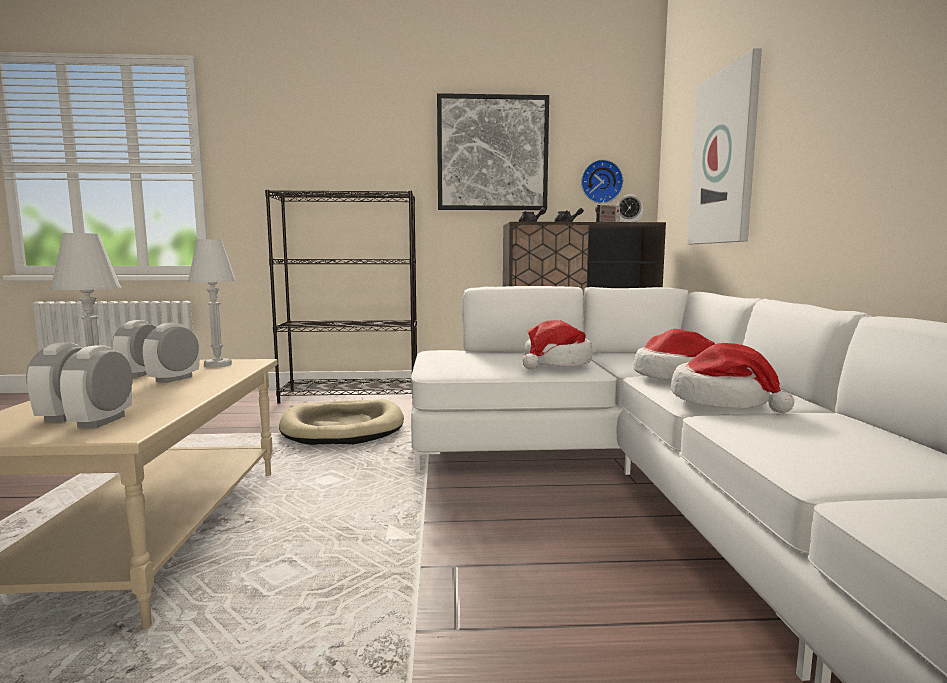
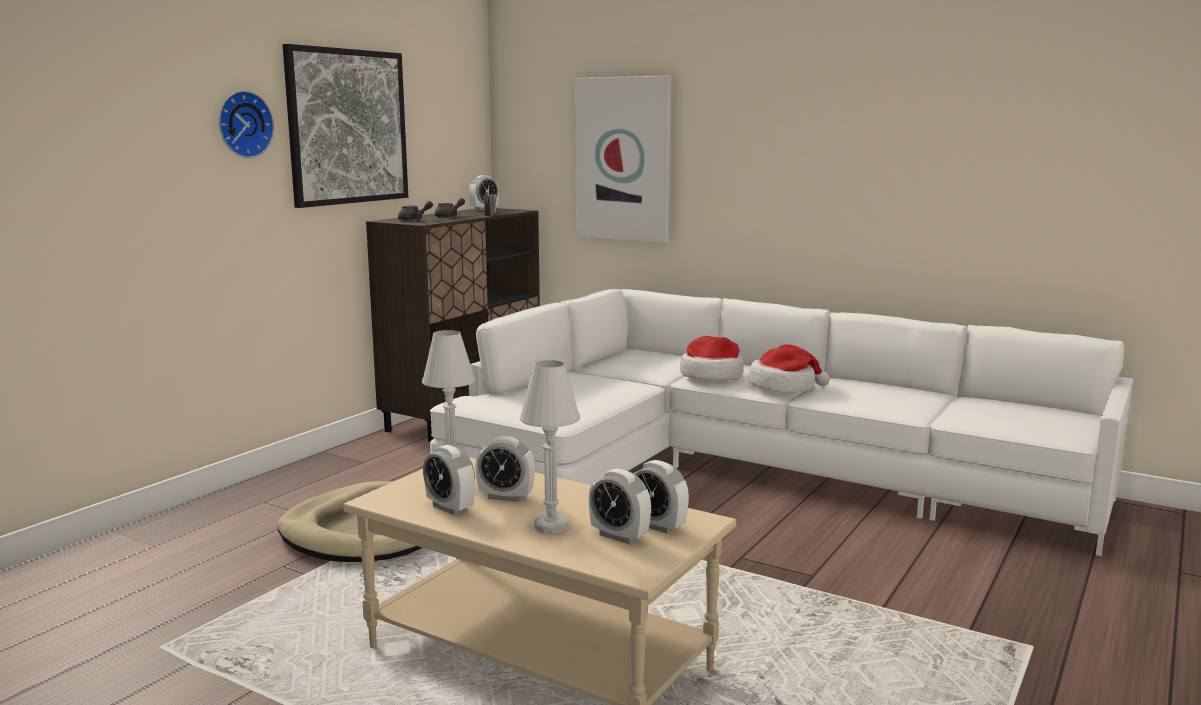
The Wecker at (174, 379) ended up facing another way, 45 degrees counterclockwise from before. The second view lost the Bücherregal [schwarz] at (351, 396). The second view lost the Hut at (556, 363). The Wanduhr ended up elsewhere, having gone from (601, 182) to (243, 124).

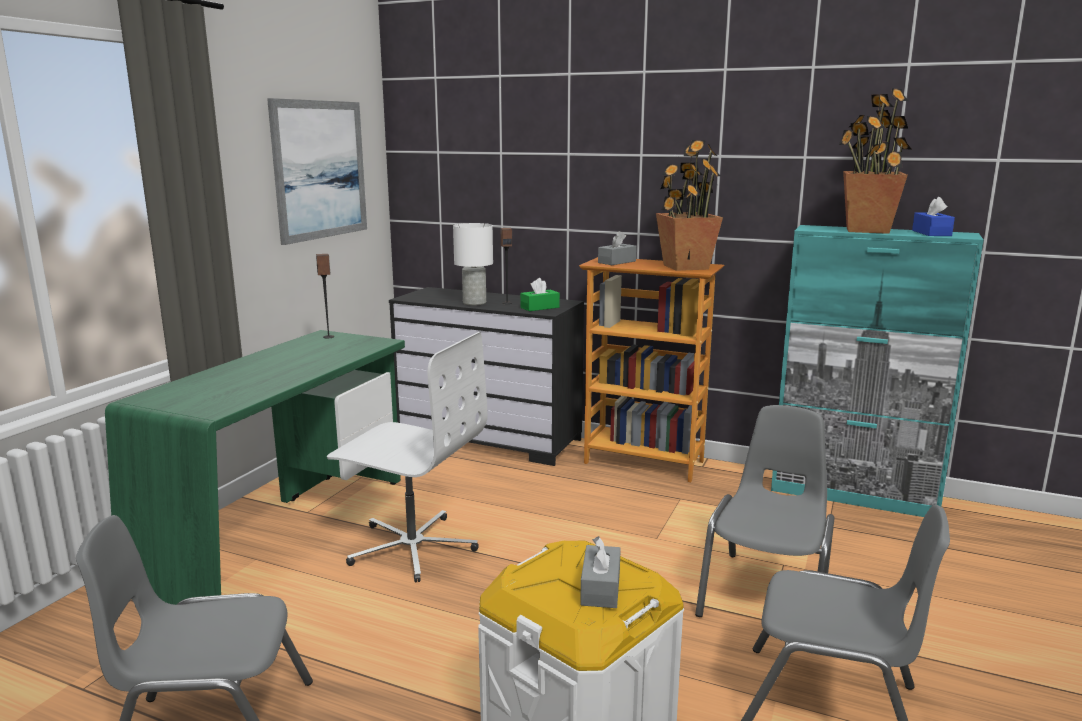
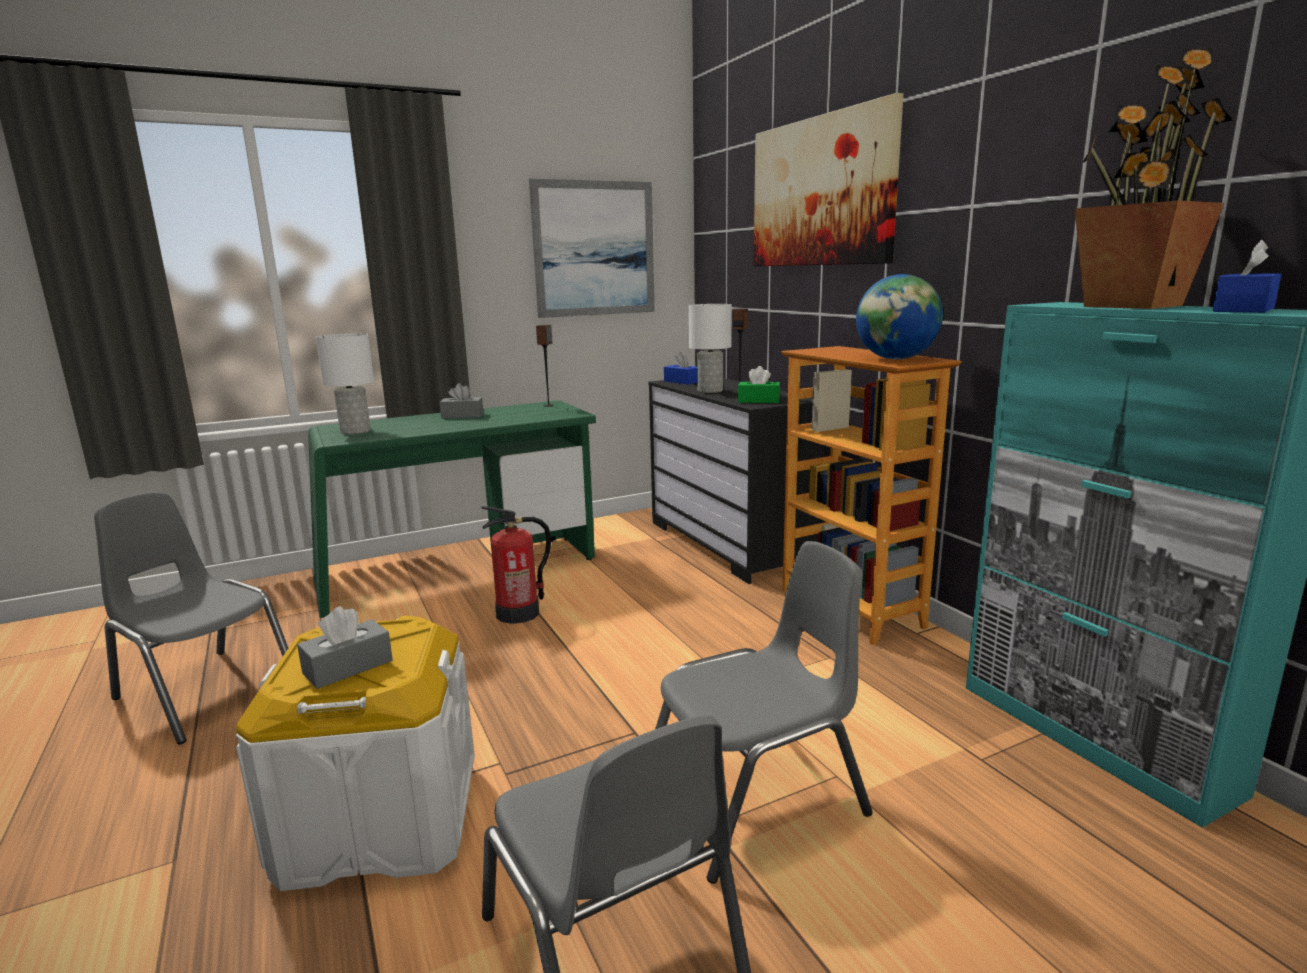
Where the Bürostuhl [weiß] stood at (412, 547), the Feuerlöscher came to stand at (519, 613). The Taschentuchbox [grau] ended up elsewhere, having gone from (617, 262) to (462, 416). Where the Topfpflanze stood at (685, 267), the Globus came to stand at (896, 359). The second view gained the Tischlampe [weiß] at (355, 431). The second view gained the Taschentuchbox [blau] at (682, 381). The second view gained the Bild at (821, 192).

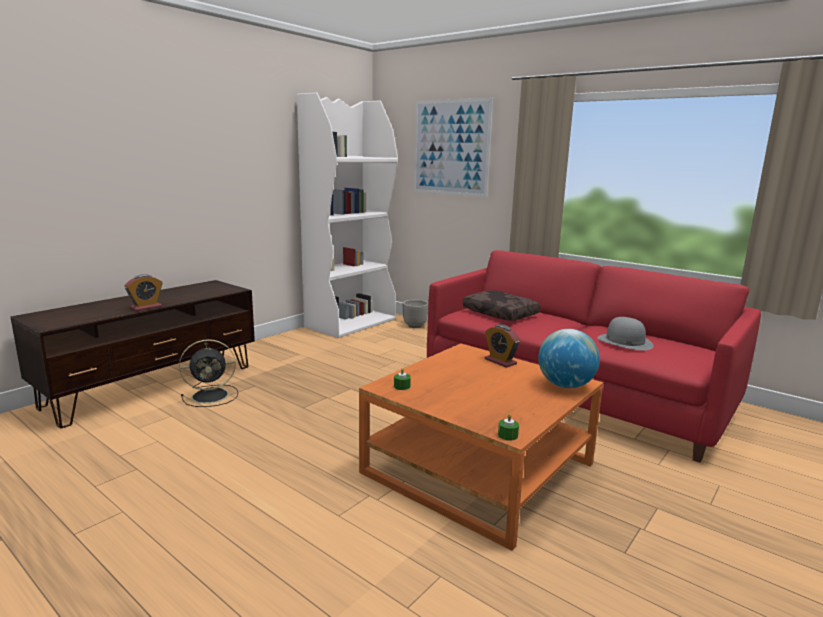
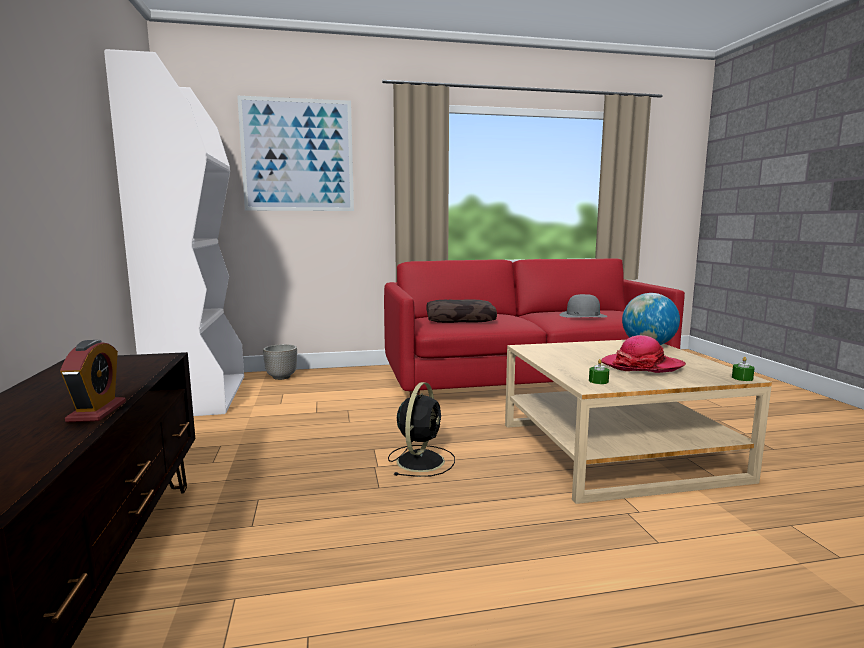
The Ventilator [schwarz] ended up elsewhere, having gone from (212, 396) to (421, 460). What was the Couchtisch [orange] at (478, 468) turned into the Couchtisch [beige] at (616, 450). The second view lost the Wecker at (500, 361). The second view gained the Hut at (642, 366).

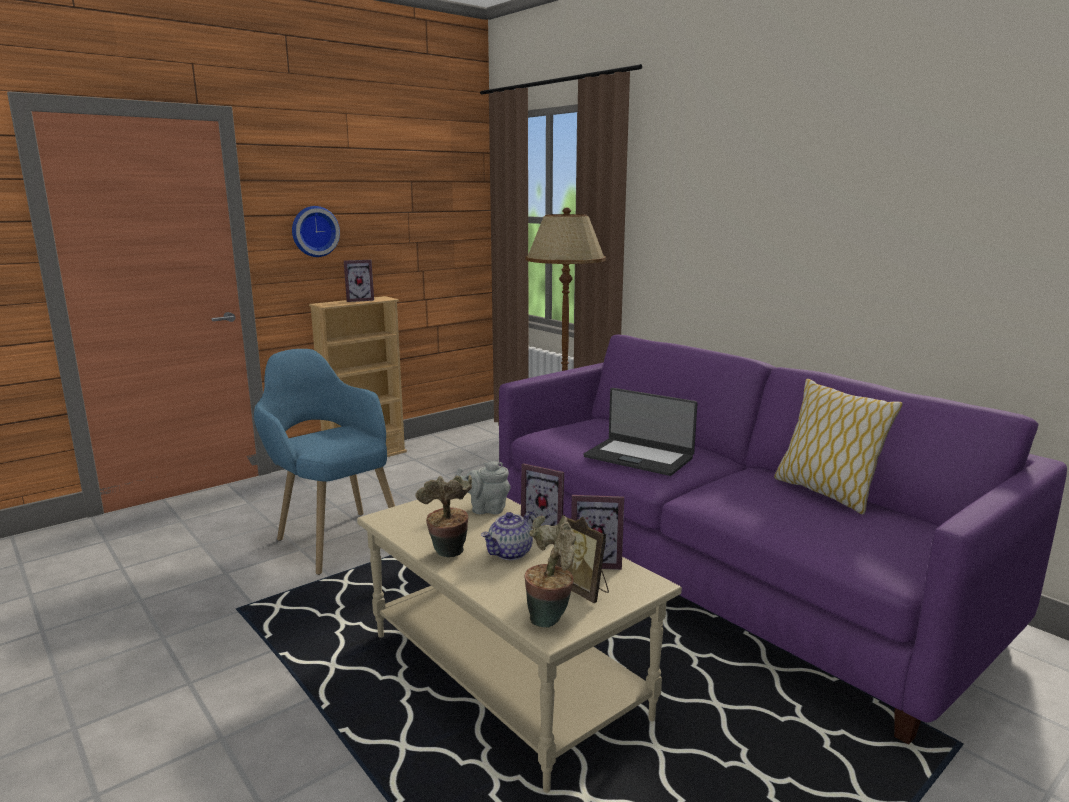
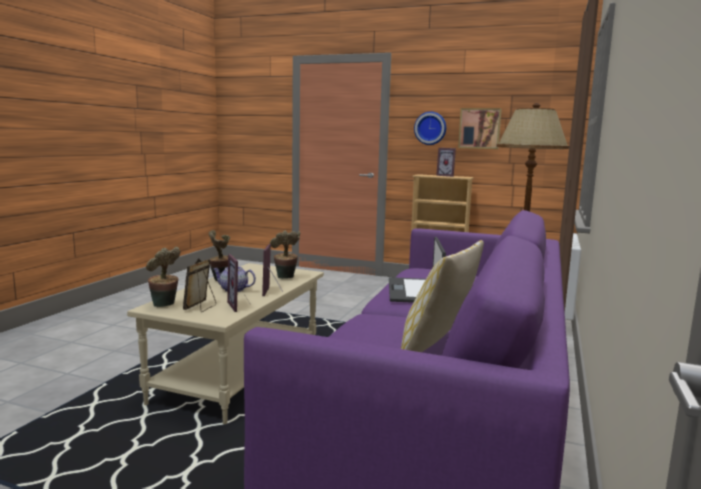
The second view lost the Sessel [blau] at (333, 536). Where the Teekanne [grau] stood at (485, 509), the Topfpflanze came to stand at (286, 278). The second view gained the Bild at (479, 128).

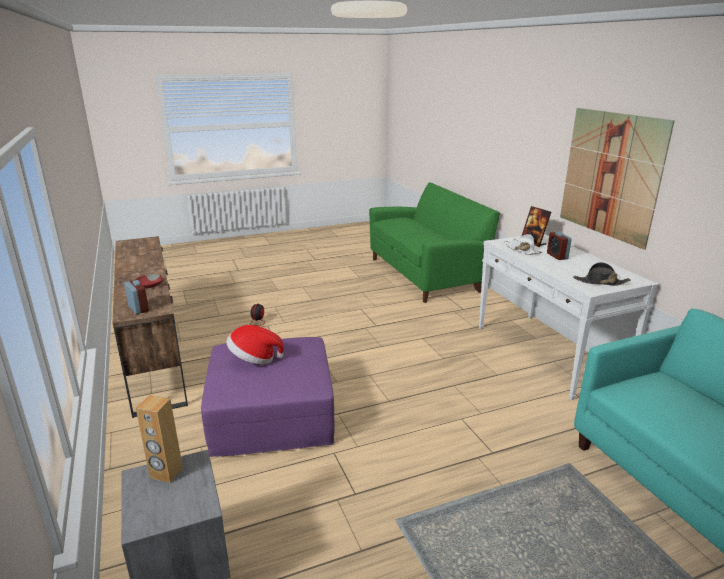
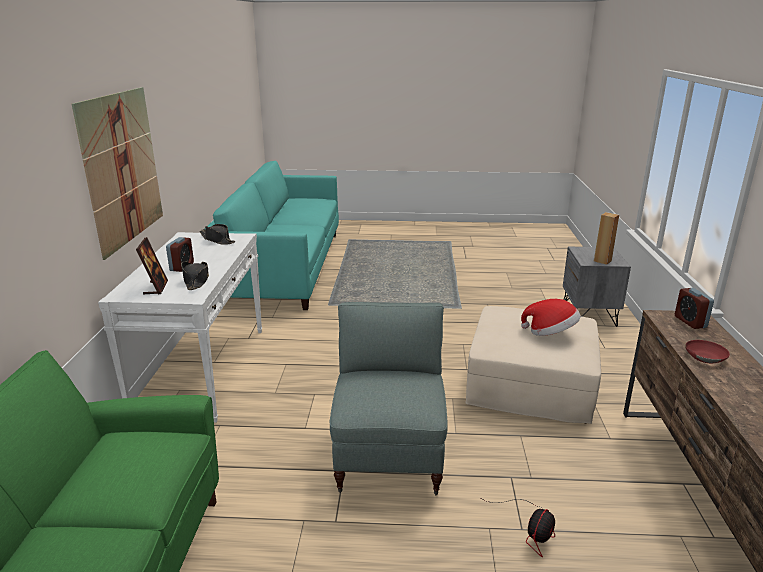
What was the Polsterhocker [lila] at (272, 413) turned into the Polsterhocker [beige] at (530, 383). What was the Hut [weiß] at (522, 250) turned into the Hut [schwarz] at (196, 280). The second view gained the Sessel [grau] at (389, 455).

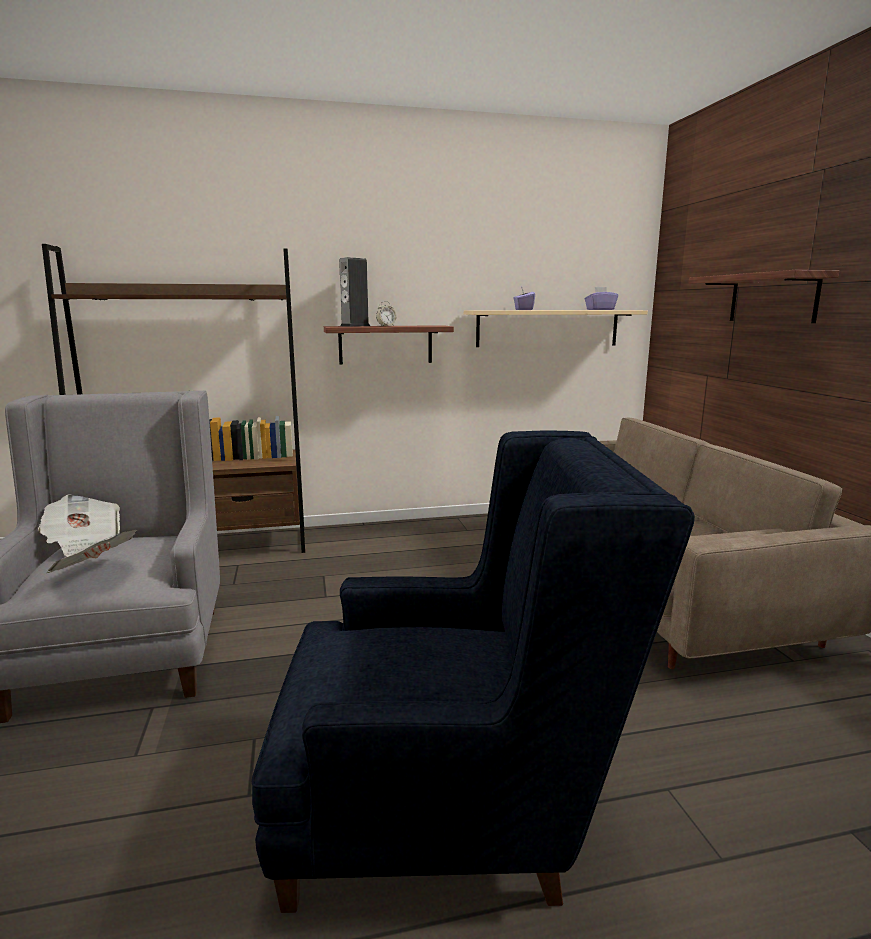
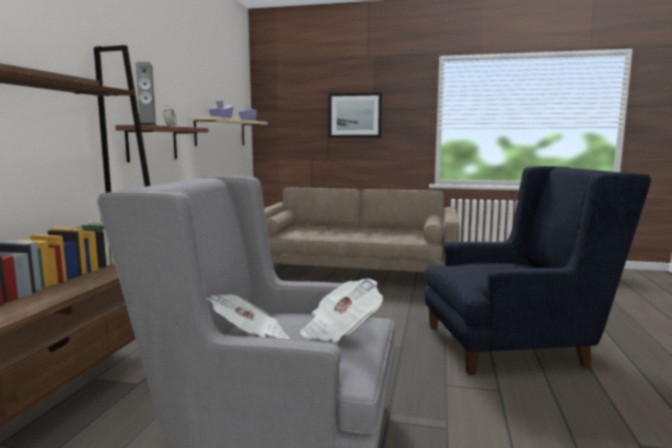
The Sessel [blau] at (450, 801) ended up facing another way, 60 degrees clockwise from before. Where the Wandregal hung at (772, 298), the Bild came to hang at (355, 115).

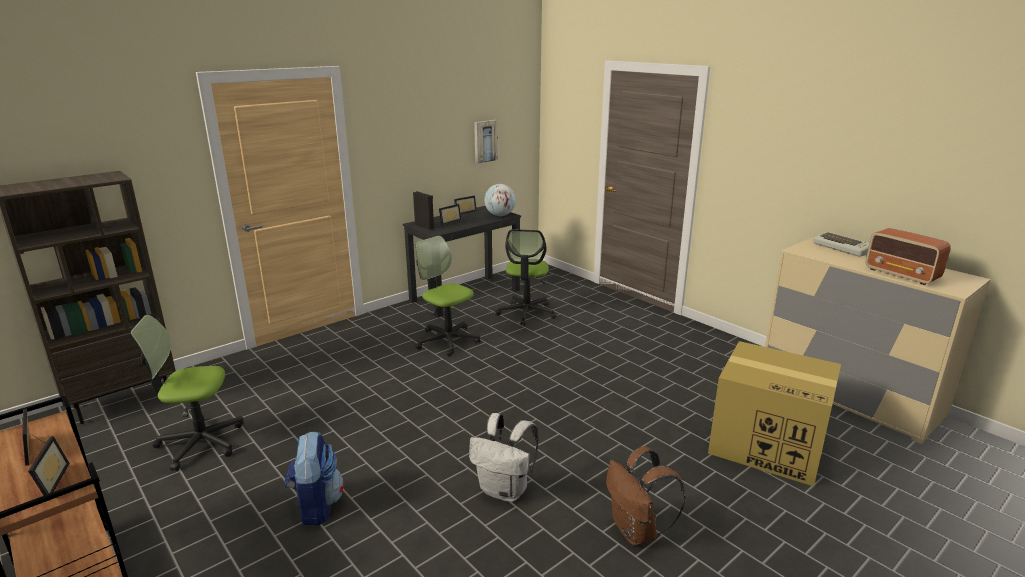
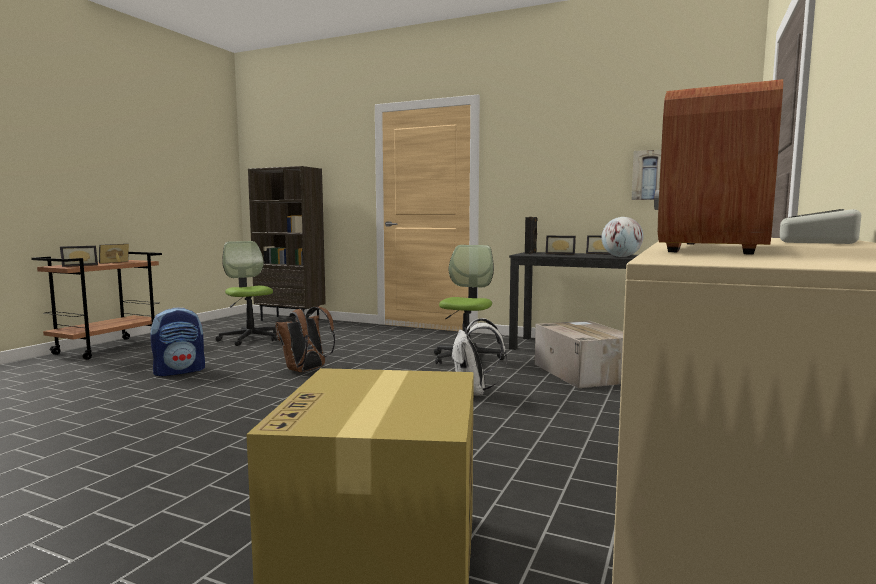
The Rucksack [weiß] ended up elsewhere, having gone from (505, 490) to (473, 393). Where the Bürostuhl stood at (526, 313), the Karton came to stand at (582, 372). The Rucksack [braun] ended up elsewhere, having gone from (637, 532) to (306, 370).

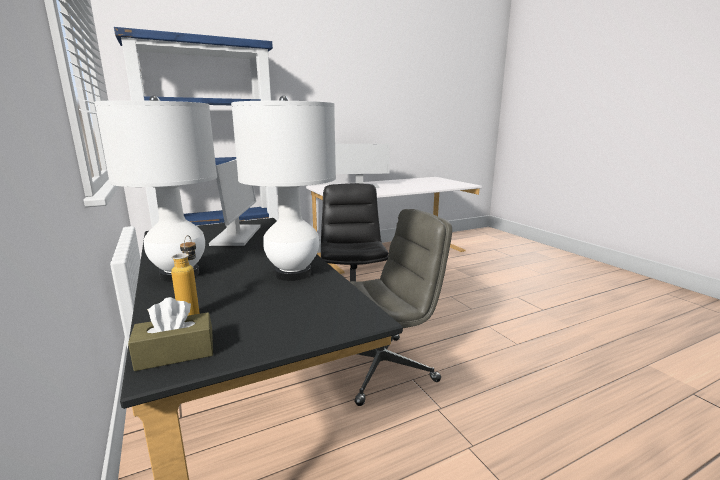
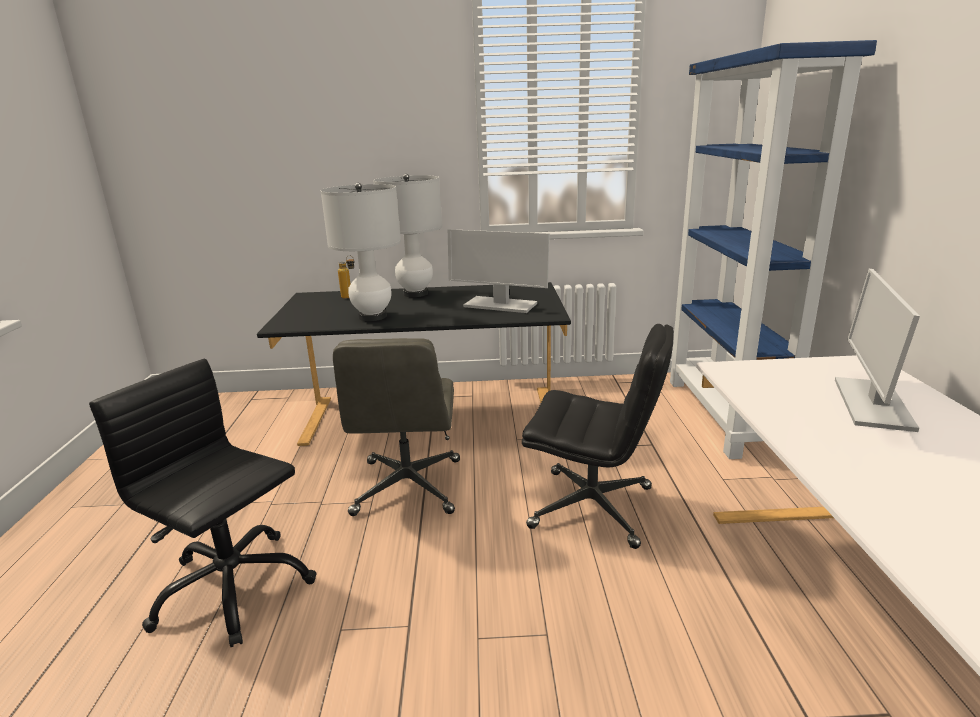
The second view lost the Taschentuchbox [braun] at (175, 353). The second view gained the Bürostuhl [schwarz] at (232, 588).

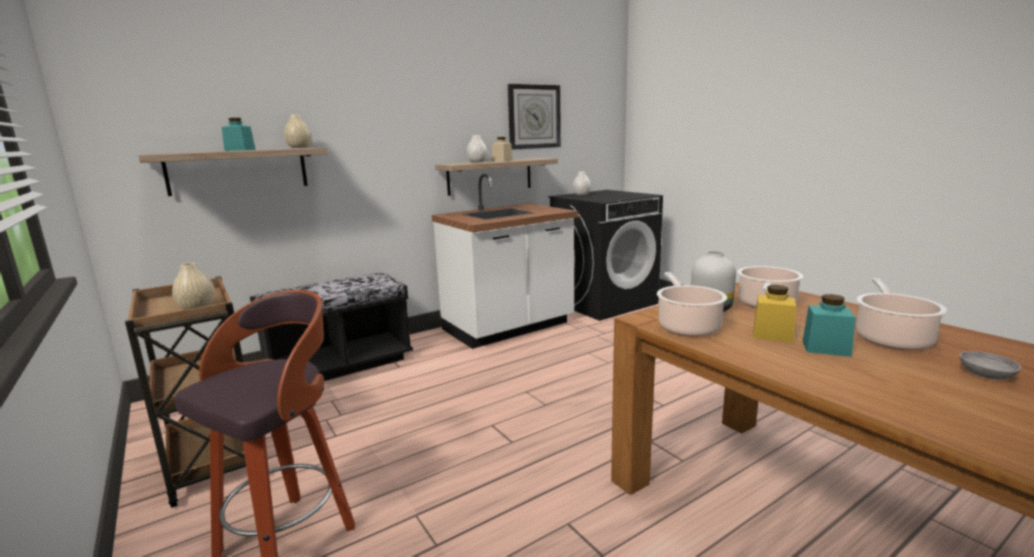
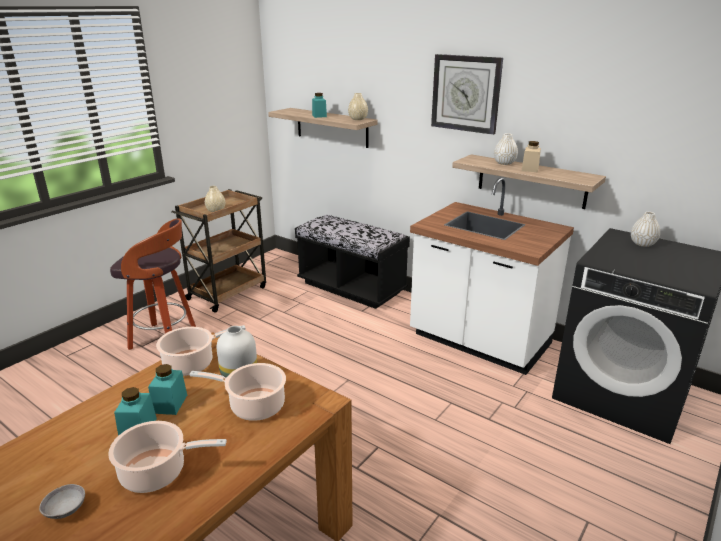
The Wanduhr ended up elsewhere, having gone from (534, 117) to (466, 93). What was the Vorratsglas [gelb] at (772, 335) turned into the Vorratsglas [türkis] at (170, 404).

